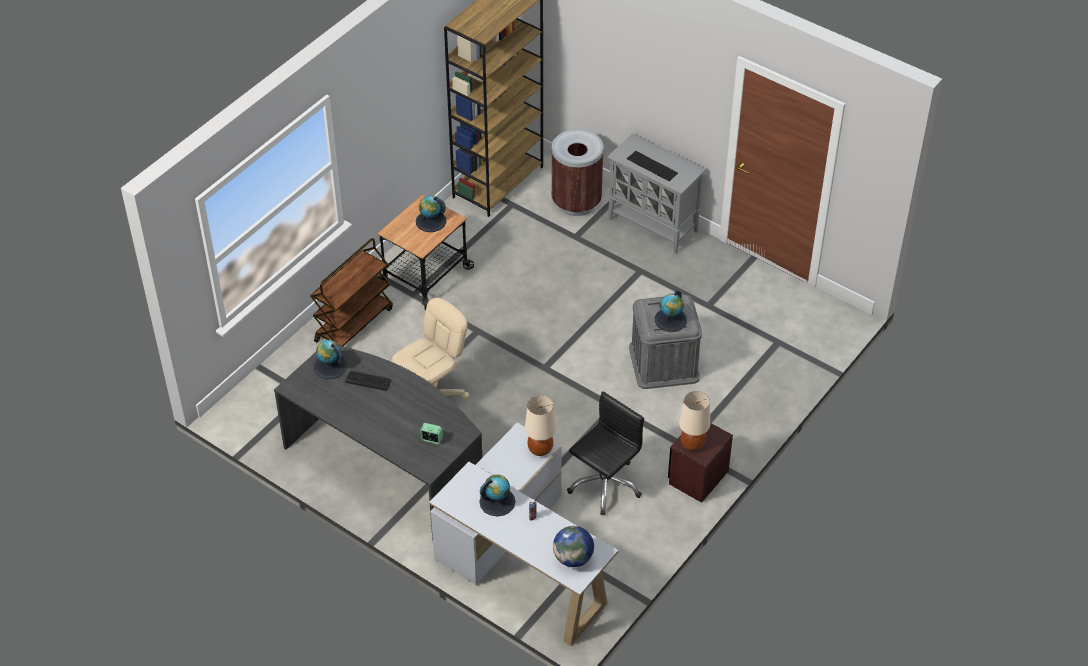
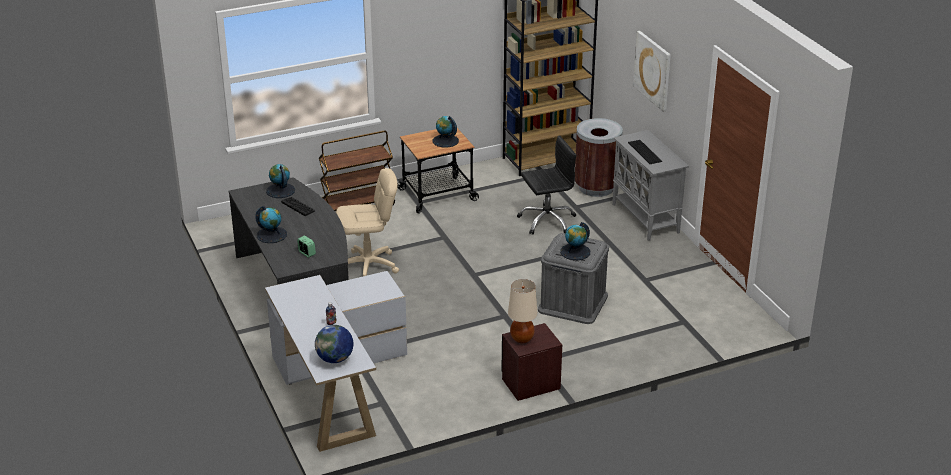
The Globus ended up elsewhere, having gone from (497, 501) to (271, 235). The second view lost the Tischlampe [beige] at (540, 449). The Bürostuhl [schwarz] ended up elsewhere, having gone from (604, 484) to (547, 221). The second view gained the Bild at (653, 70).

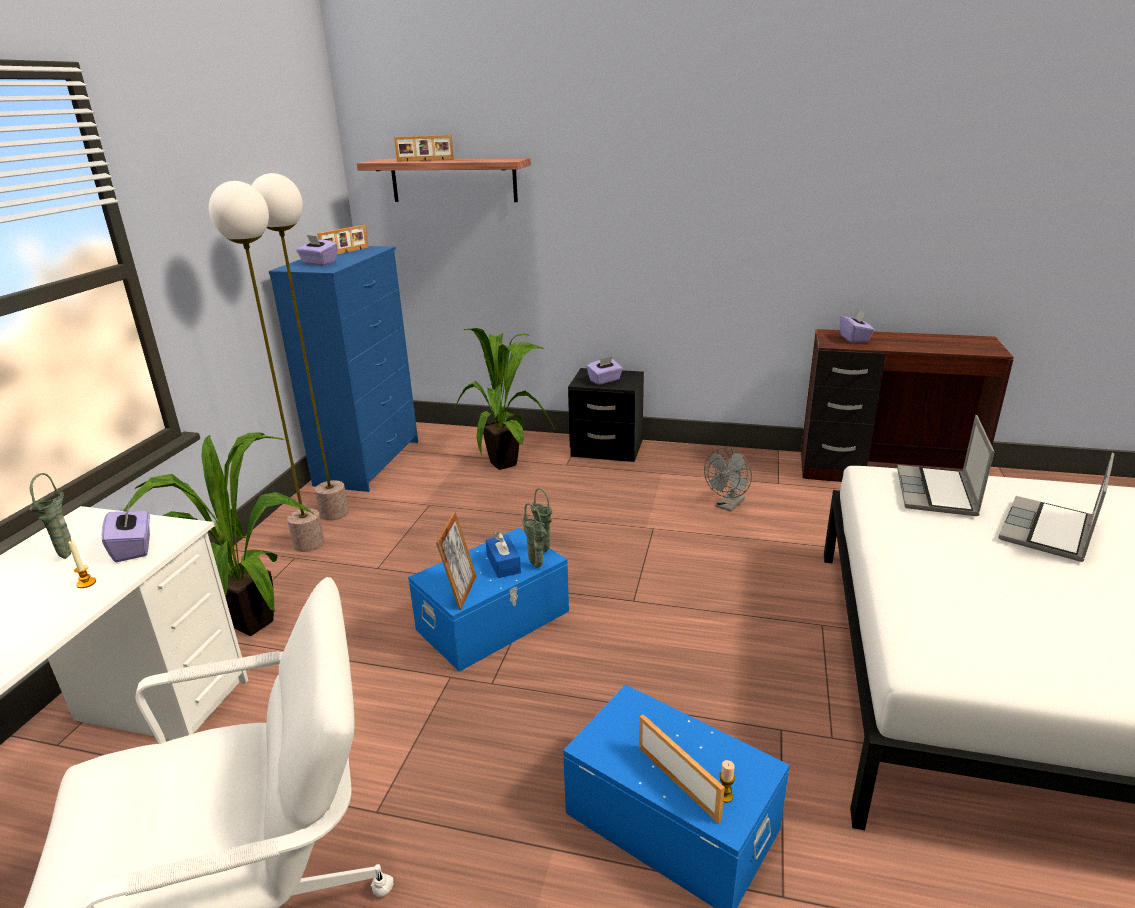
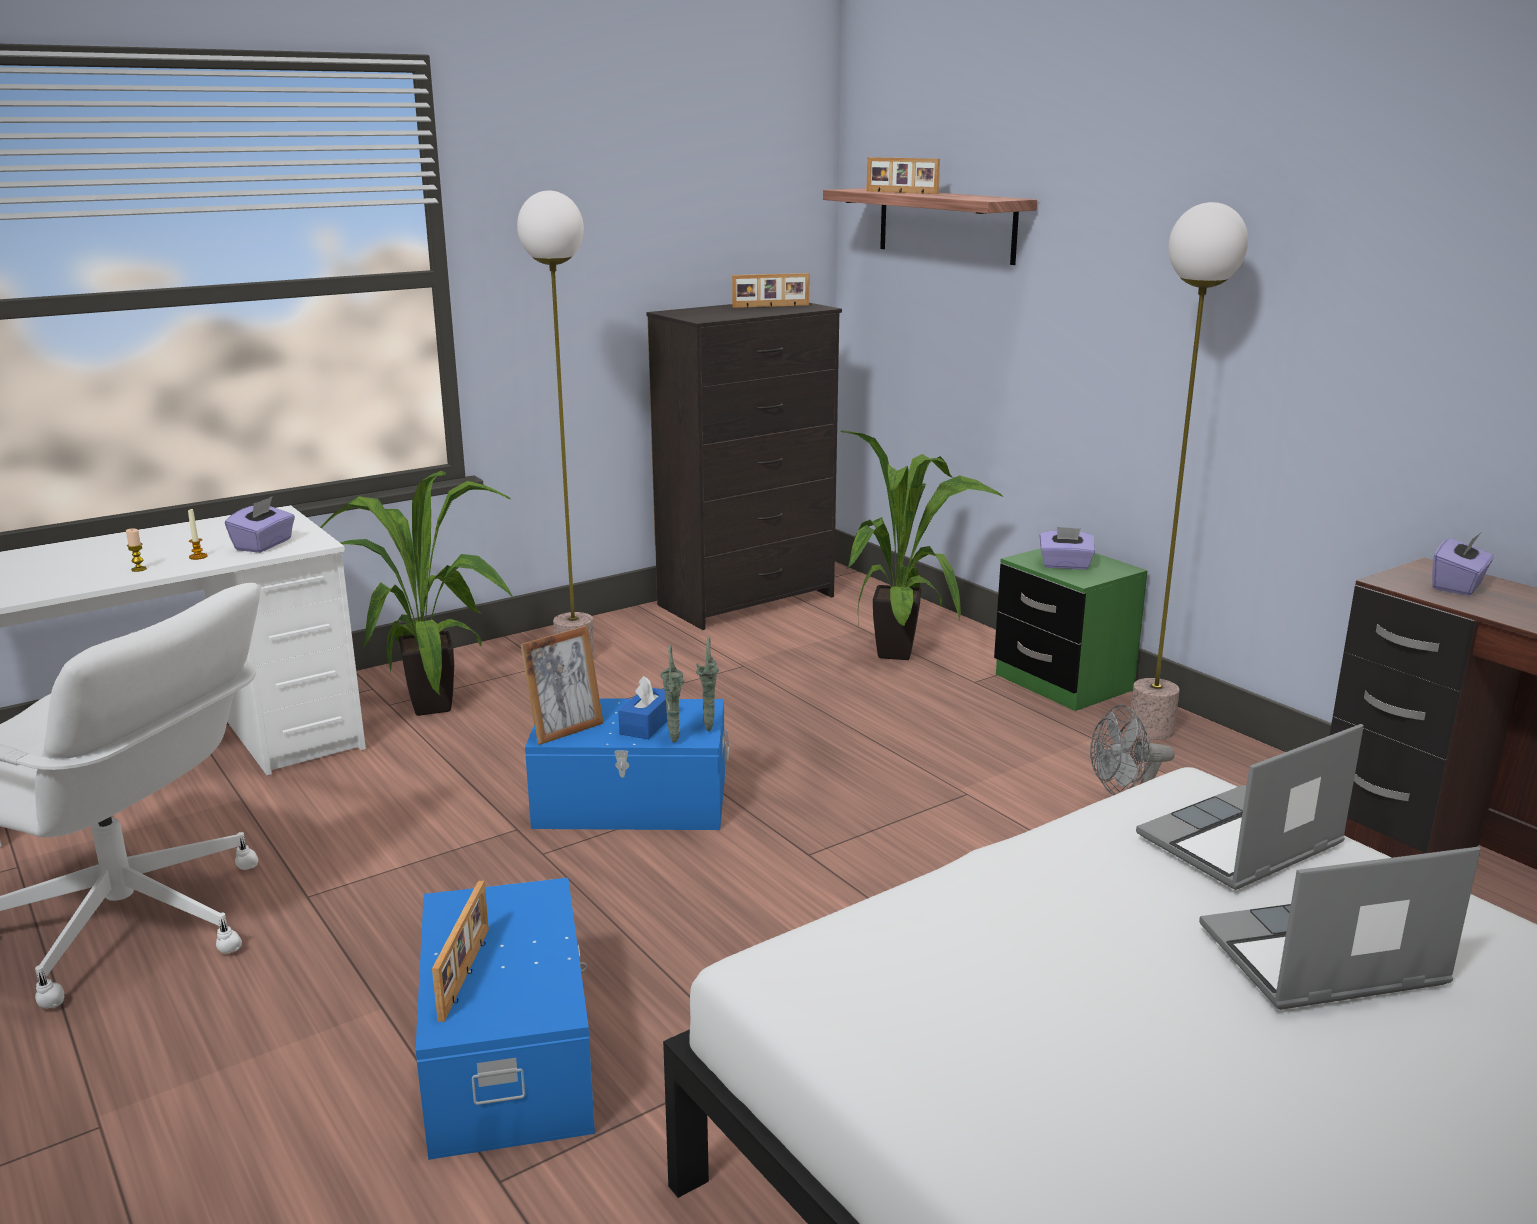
The second view lost the Vase [grün] at (68, 554). The Stehlampe ended up elsewhere, having gone from (334, 513) to (1151, 729). What was the Kommode [blau] at (369, 462) turned into the Kommode [schwarz] at (748, 601). The second view lost the Taschentuchbox [lila] at (319, 263). What was the Nachttisch [schwarz] at (607, 448) turned into the Nachttisch [grün] at (1063, 682). The Kerze ended up elsewhere, having gone from (725, 796) to (139, 569).

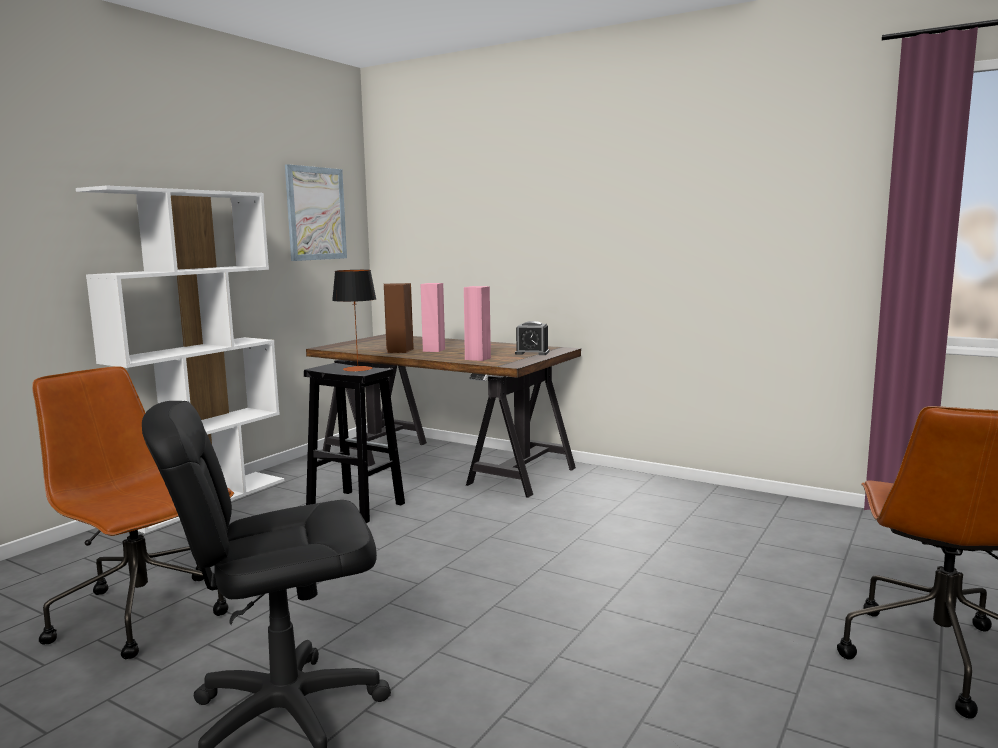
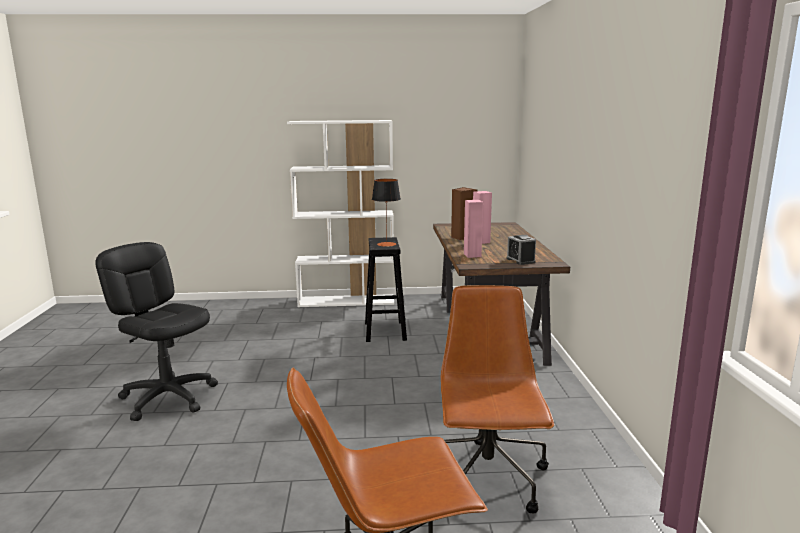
The Bürostuhl [braun] ended up elsewhere, having gone from (144, 616) to (487, 480). The second view lost the Bild at (316, 213).

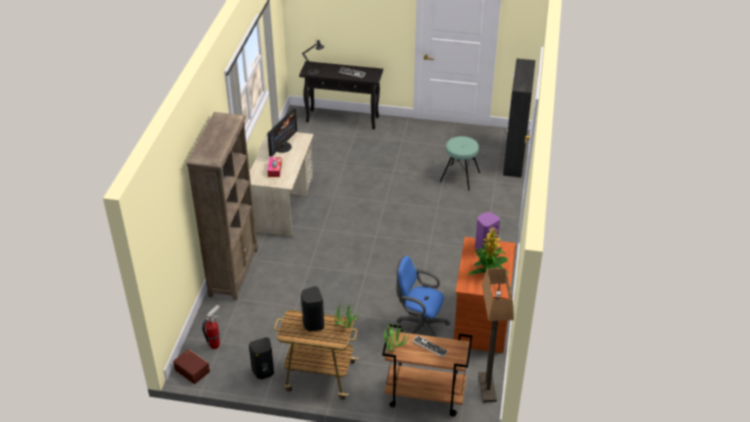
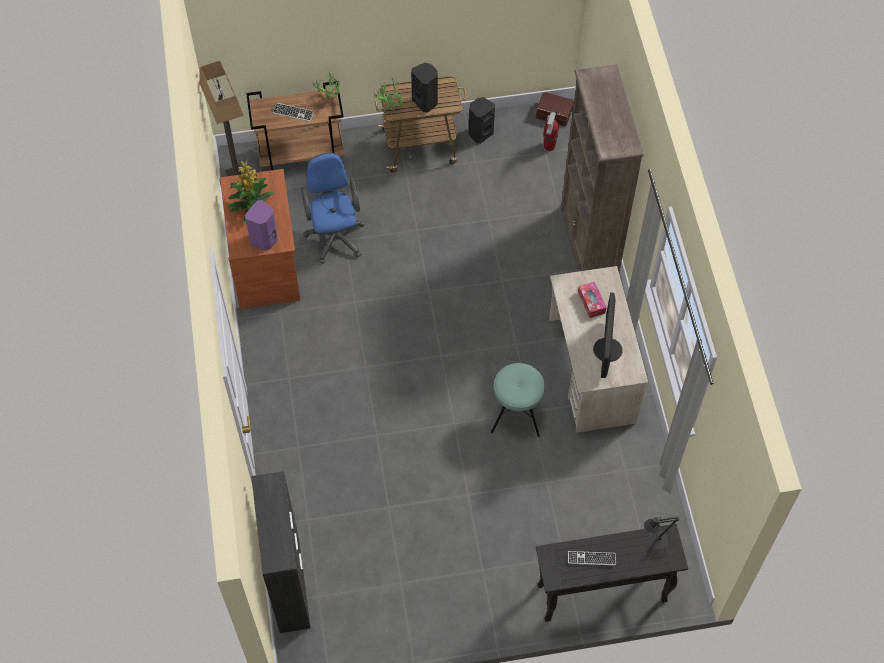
The Bürostuhl [blau] at (419, 327) ended up facing another way, 105 degrees counterclockwise from before. The Hocker [türkis] ended up elsewhere, having gone from (459, 177) to (516, 413).

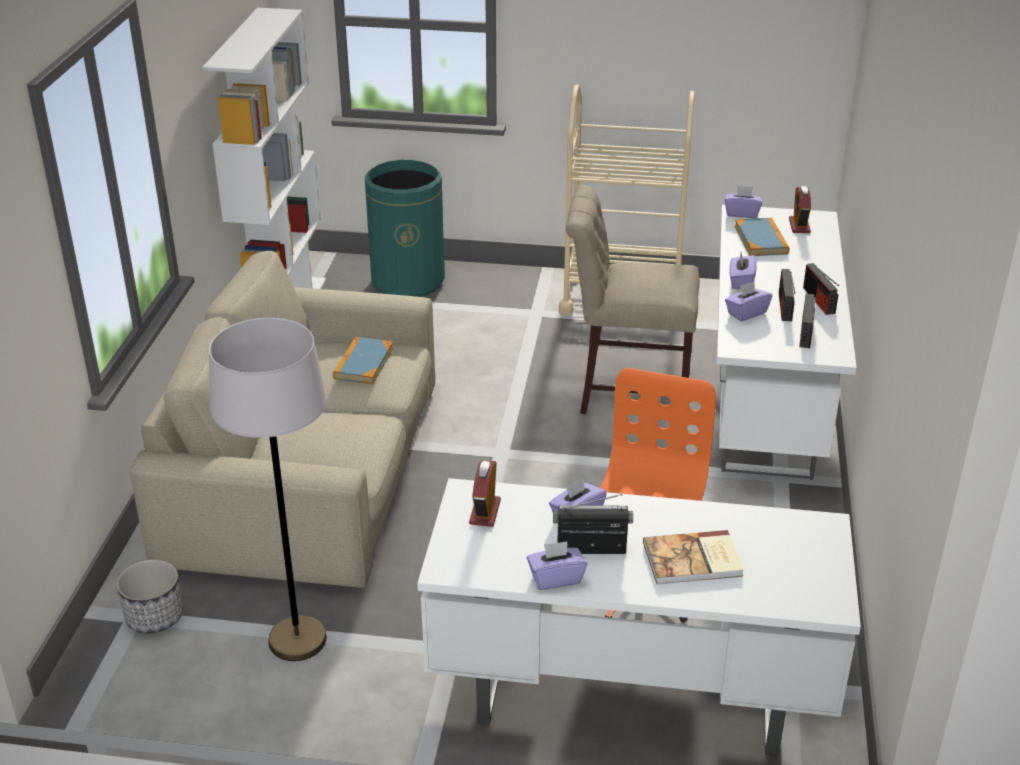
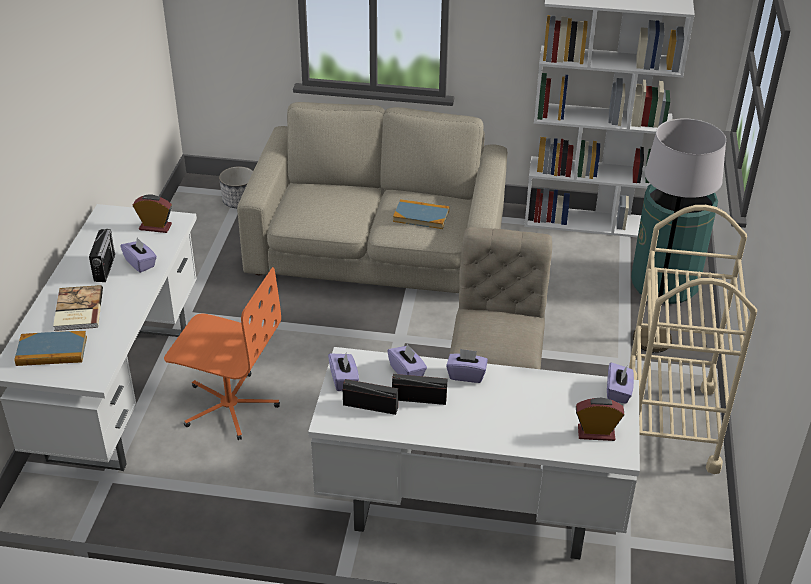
The Stehlampe [grau] ended up elsewhere, having gone from (297, 640) to (652, 339). The Taschentuchbox [lila] ended up elsewhere, having gone from (556, 578) to (344, 380). The Buch ended up elsewhere, having gone from (761, 240) to (52, 351). The second view lost the Radio at (819, 300).

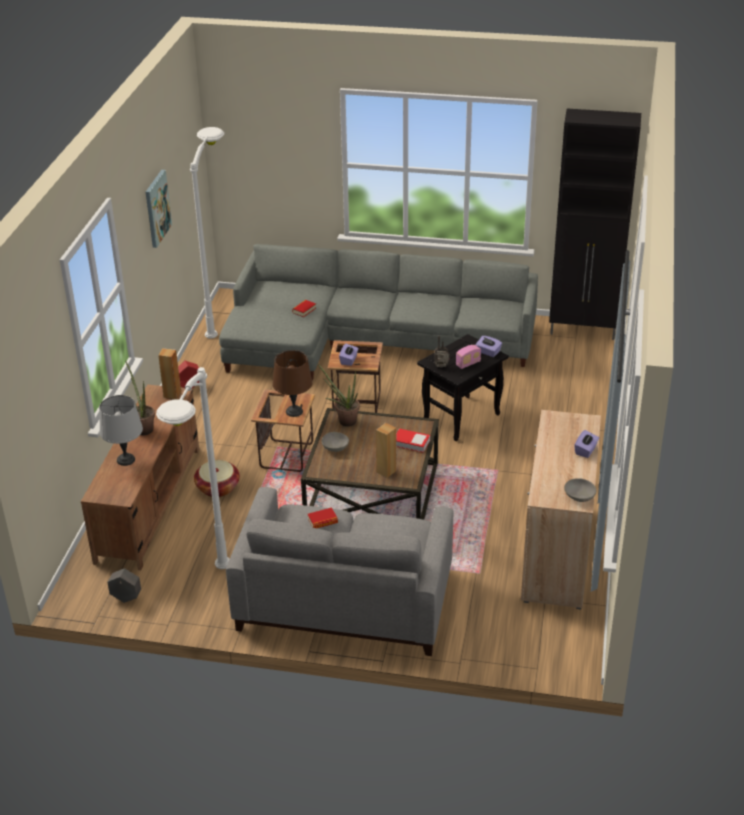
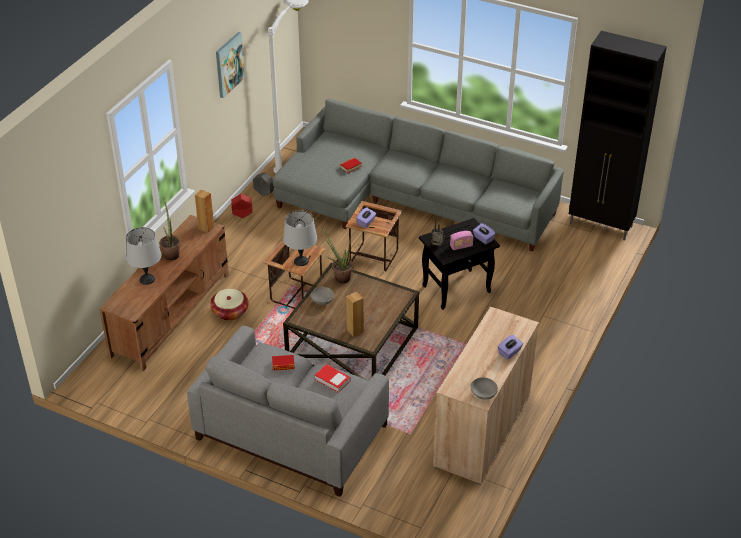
The Pflanzkübel [grau] ended up elsewhere, having gone from (126, 598) to (264, 193). The second view lost the Stehlampe [weiß] at (208, 599). What was the Tischlampe [braun] at (294, 411) turned into the Tischlampe [grau] at (301, 261). The Buch ended up elsewhere, having gone from (411, 443) to (332, 380).

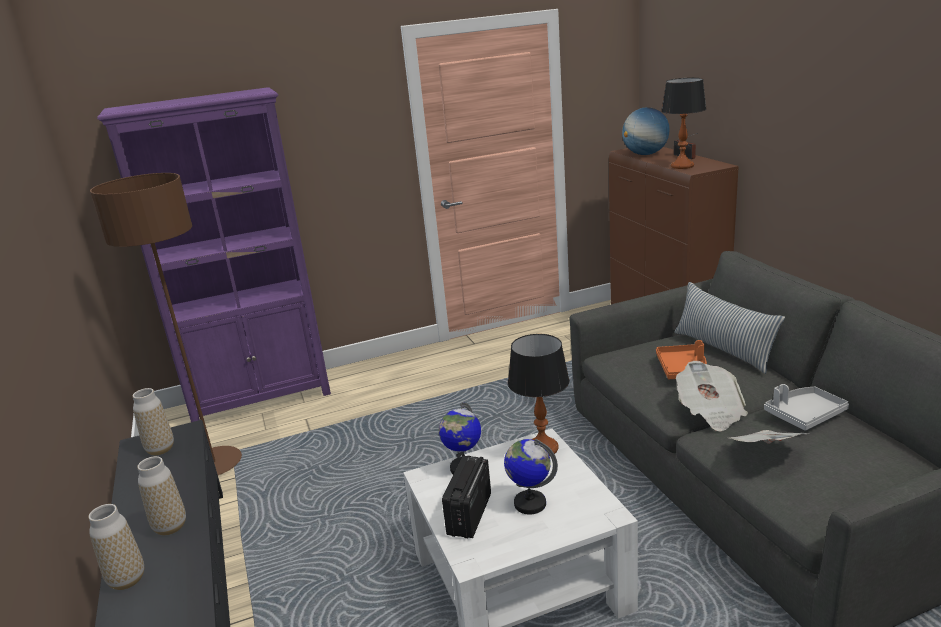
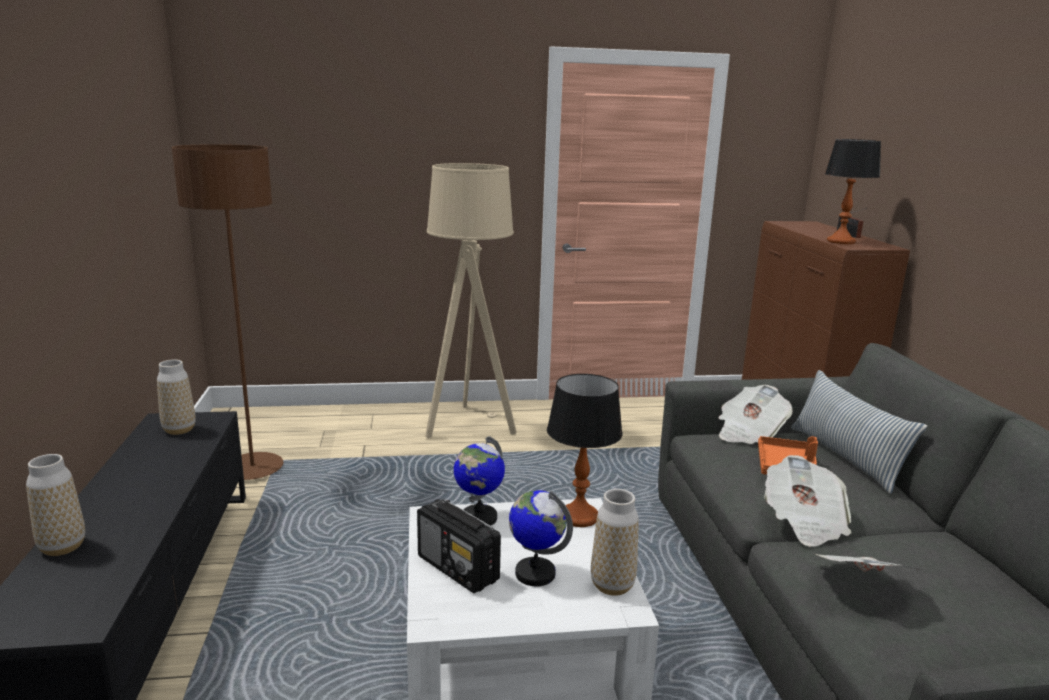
The second view lost the Bücherregal [lila] at (262, 399). The Vase ended up elsewhere, having gone from (170, 527) to (612, 585). The Radio at (469, 515) ended up facing another way, 75 degrees counterclockwise from before. The second view lost the Globus at (645, 154). The second view lost the Tablett [grau] at (804, 415). The second view gained the Stehlampe [beige] at (469, 425). The second view gained the Zeitung at (749, 433).

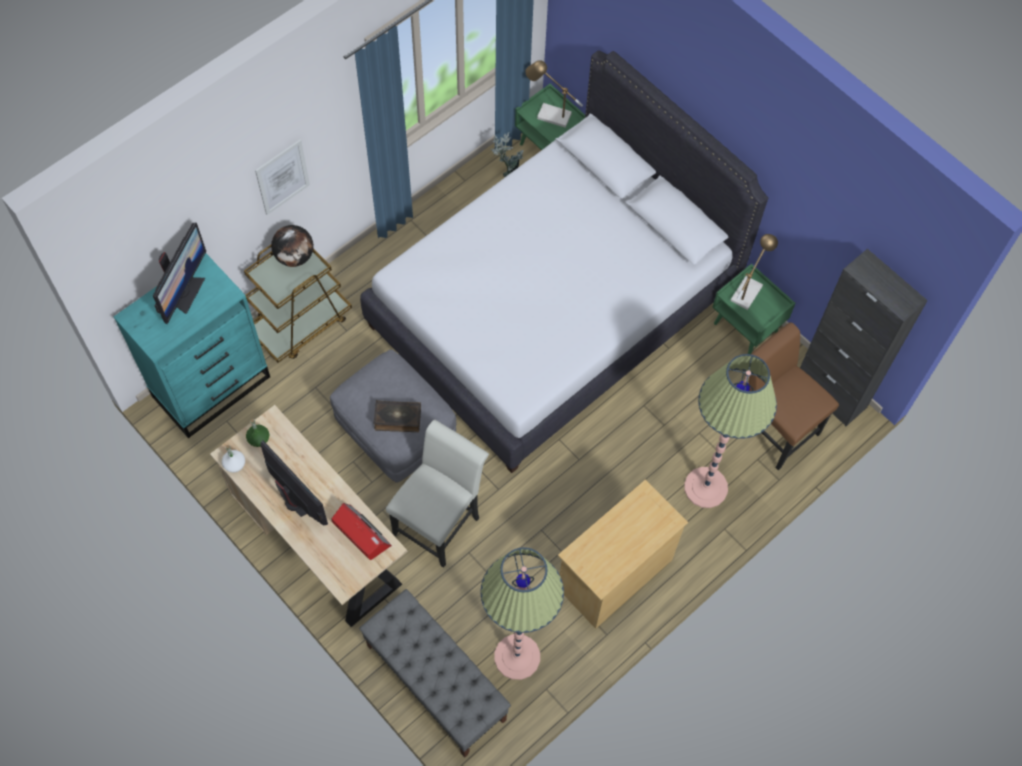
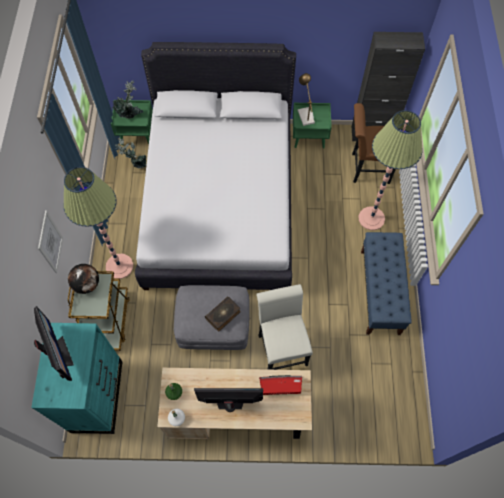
The second view lost the Bank [grau] at (435, 682). The Stehlampe ended up elsewhere, having gone from (517, 657) to (119, 266). Where the Tischlampe stood at (549, 115), the Topfpflanze came to stand at (130, 114). Where the Kommode [beige] stood at (614, 574), the Bank [blau] came to stand at (380, 292).

